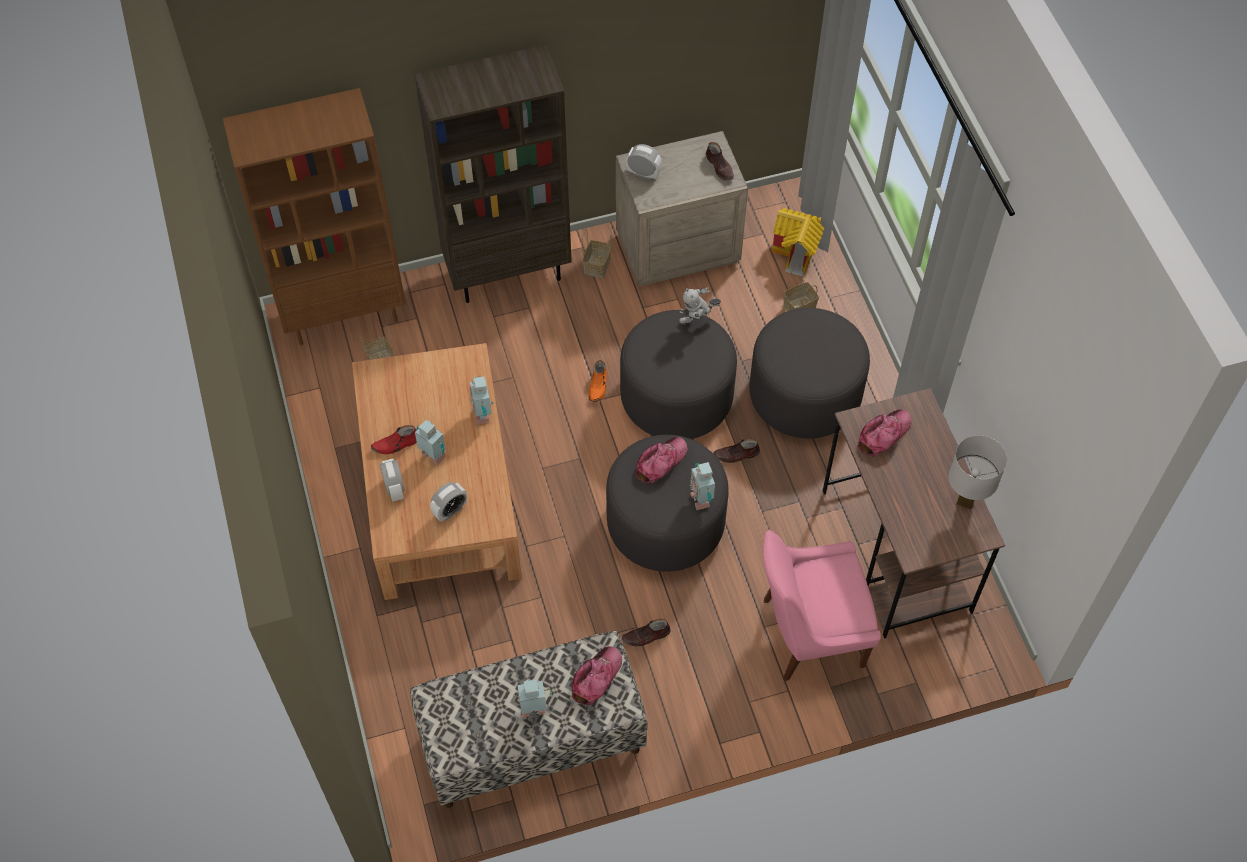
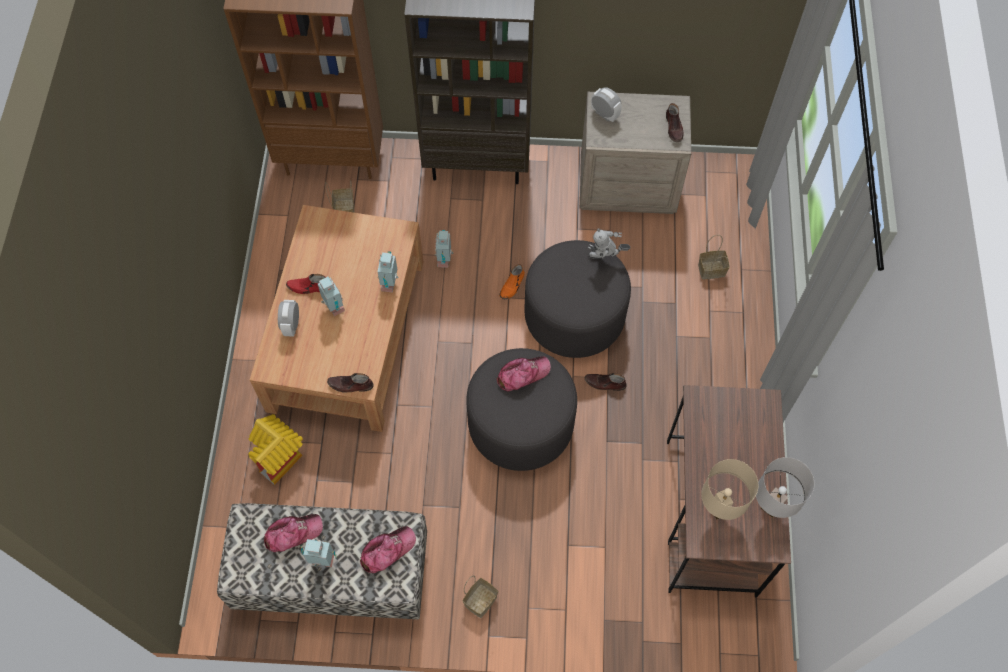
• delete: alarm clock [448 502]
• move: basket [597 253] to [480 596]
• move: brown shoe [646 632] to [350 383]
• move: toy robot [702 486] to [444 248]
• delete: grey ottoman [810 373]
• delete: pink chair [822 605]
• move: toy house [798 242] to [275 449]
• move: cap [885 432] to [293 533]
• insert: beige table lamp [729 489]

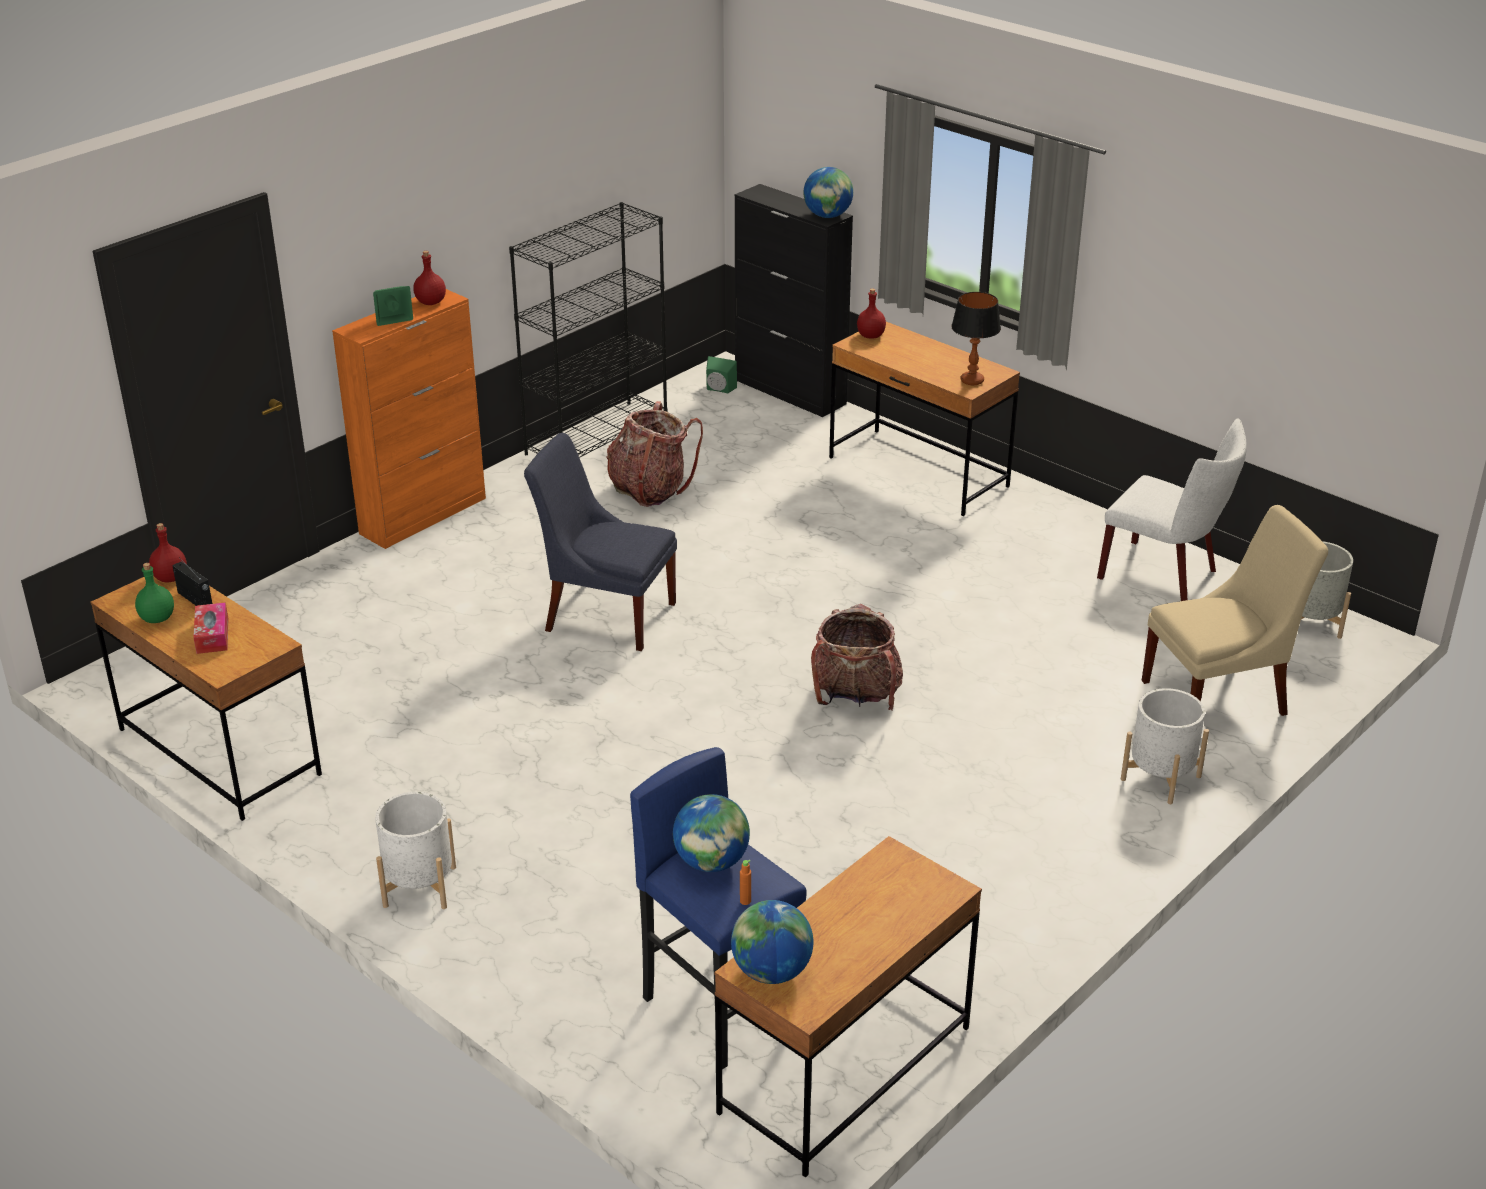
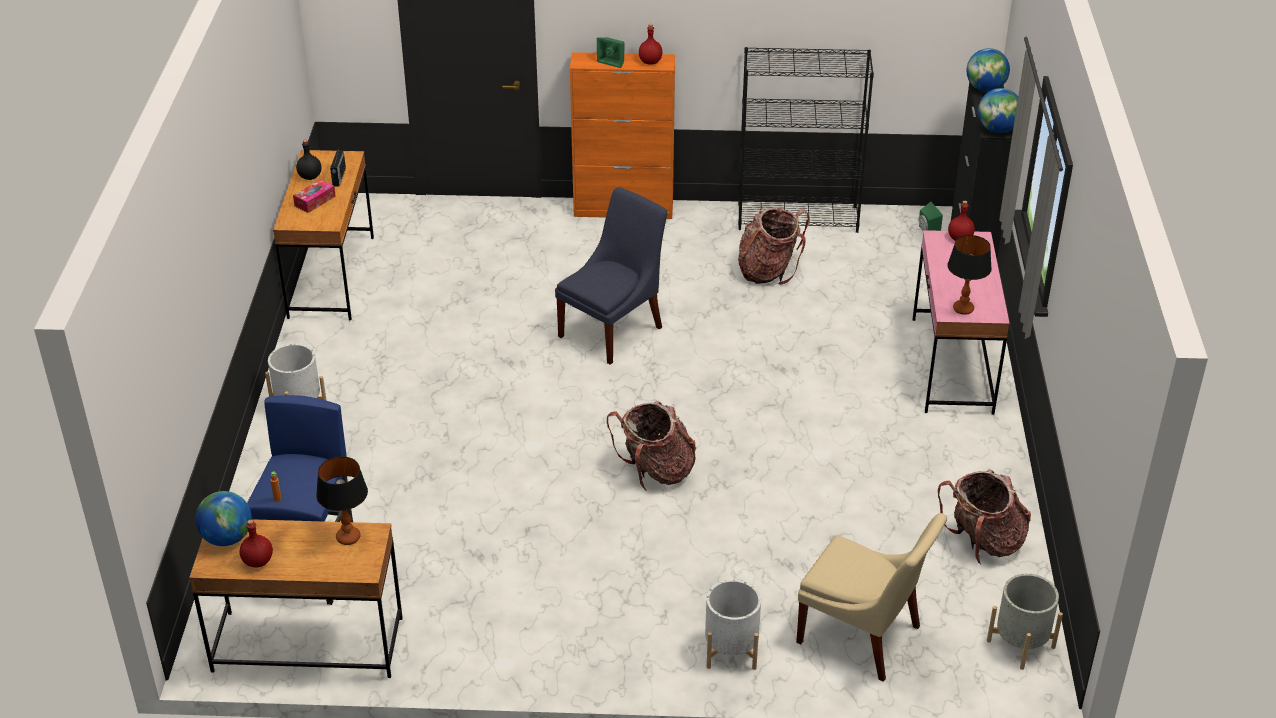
• recolor: green bottle [154 593] to black bottle [309 160]
• move: red bottle [168 553] to [256 544]
• rotate: blue chair [600 542] = [611 276] 60 degrees clockwise
• move: globe [711 833] to [988 70]
• recolor: brown desk [924 419] to pink desk [961 322]
• replace: white chair [1172 509] to backpack [984 516]
• insert: table lamp [342 500]

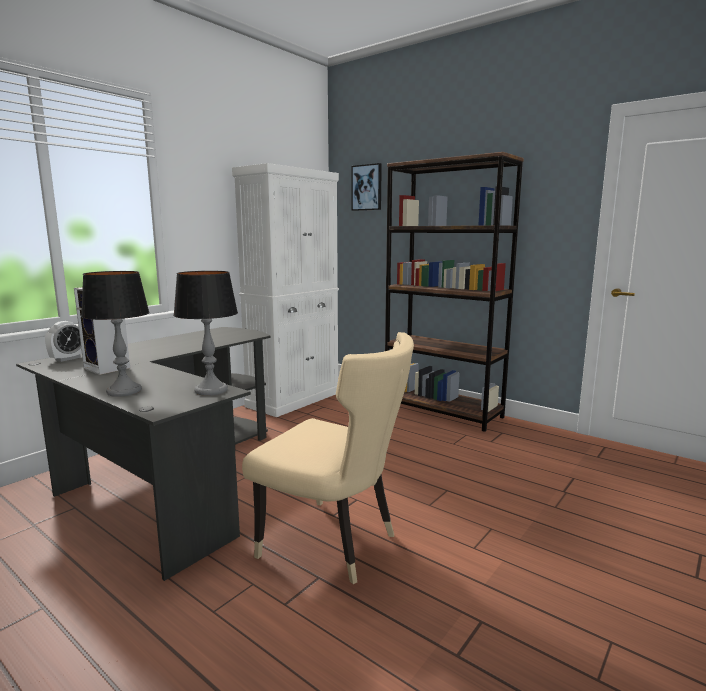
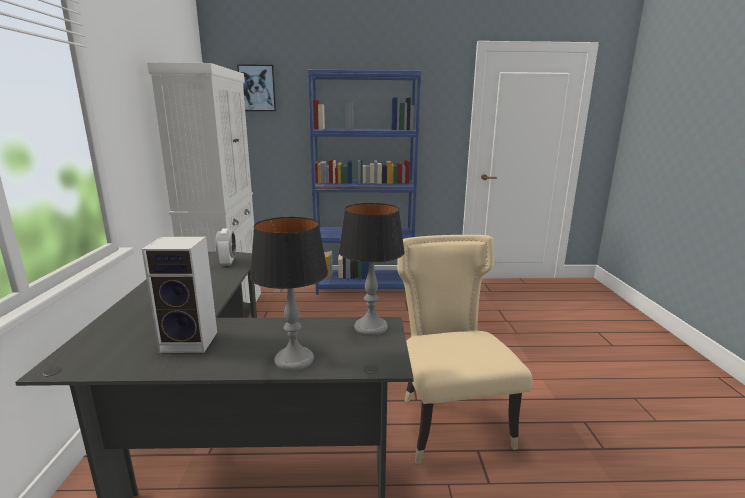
• move: alarm clock [63 341] to [225 247]
• rotate: beige chair [328 458] = [465 349] 90 degrees counterclockwise
• recolor: brown bookcase [454 292] to blue bookcase [364 182]

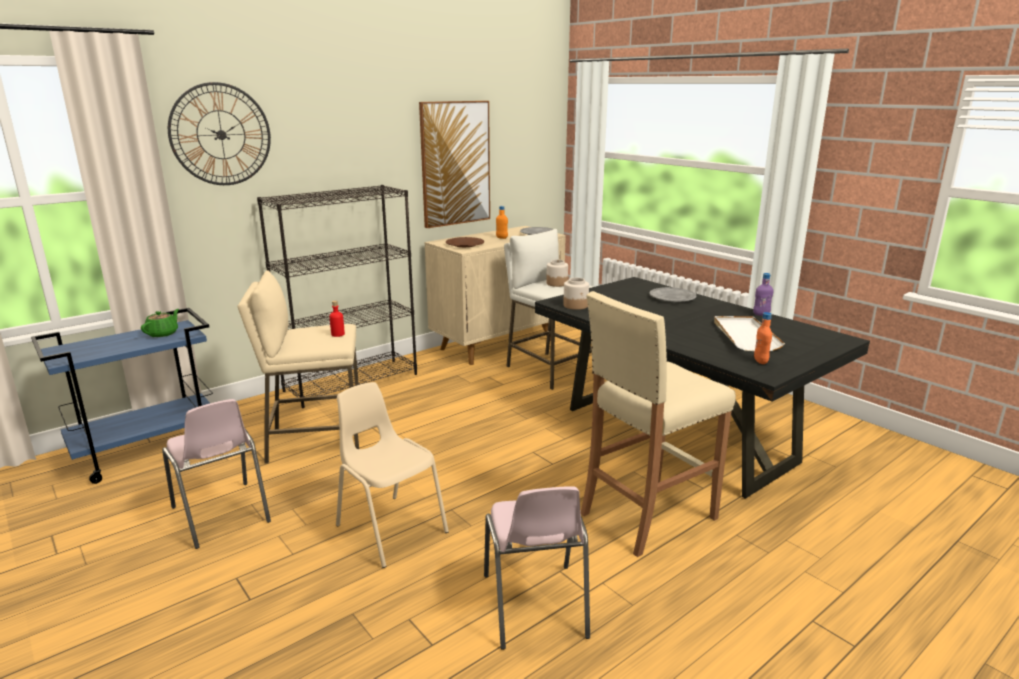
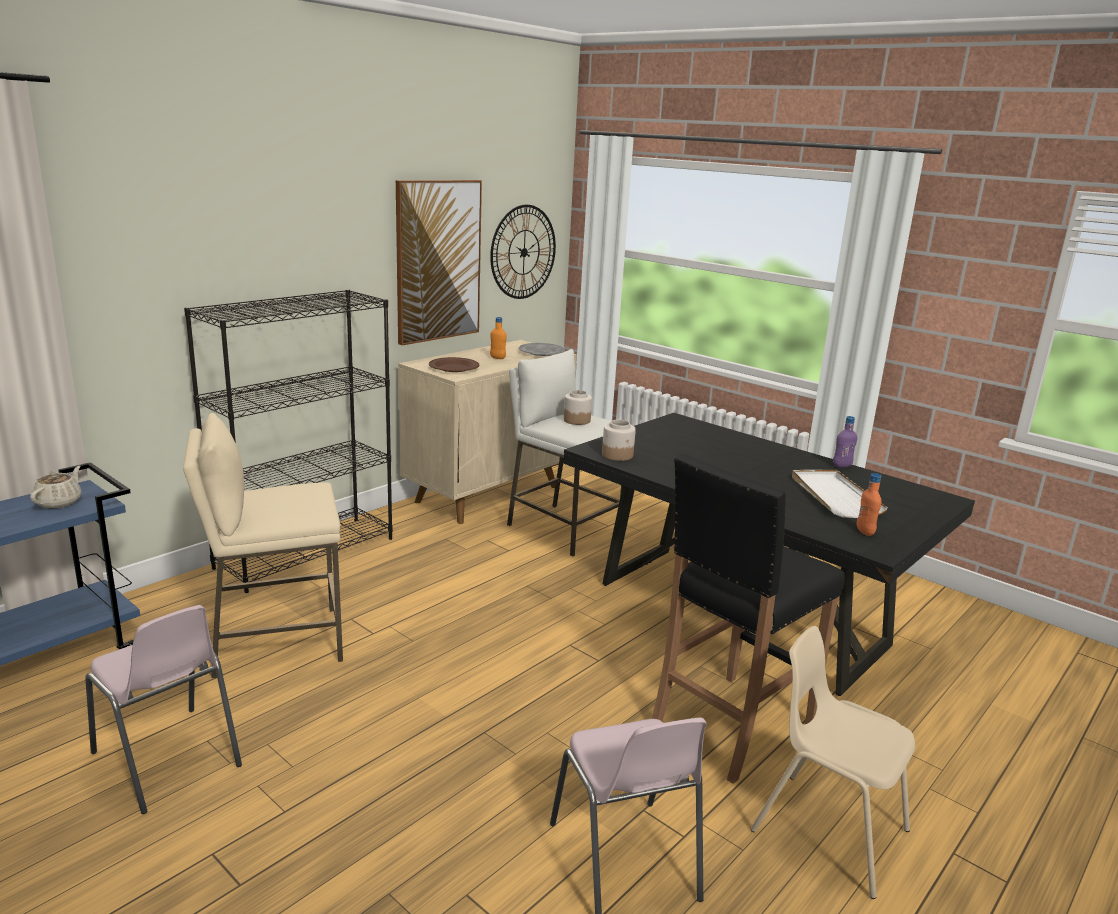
• recolor: green teapot [160 323] to beige teapot [55 487]
• move: wall clock [219 133] to [523 252]
• delete: red bottle [337 319]
• move: beige chair [392 475] to [832 762]
• recolor: beige stool [658 424] to black stool [748 618]
• delete: grey plate [673 294]

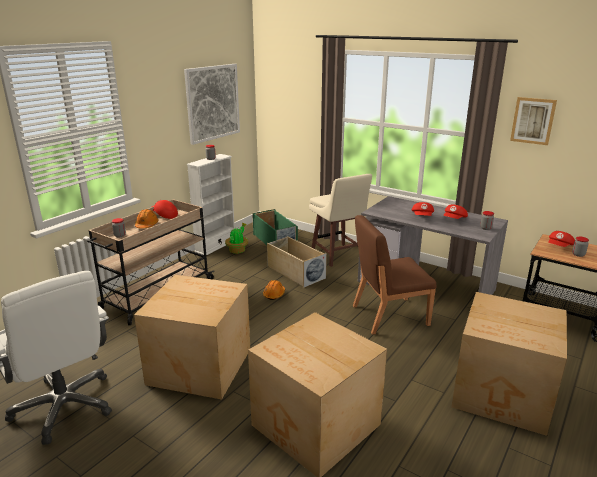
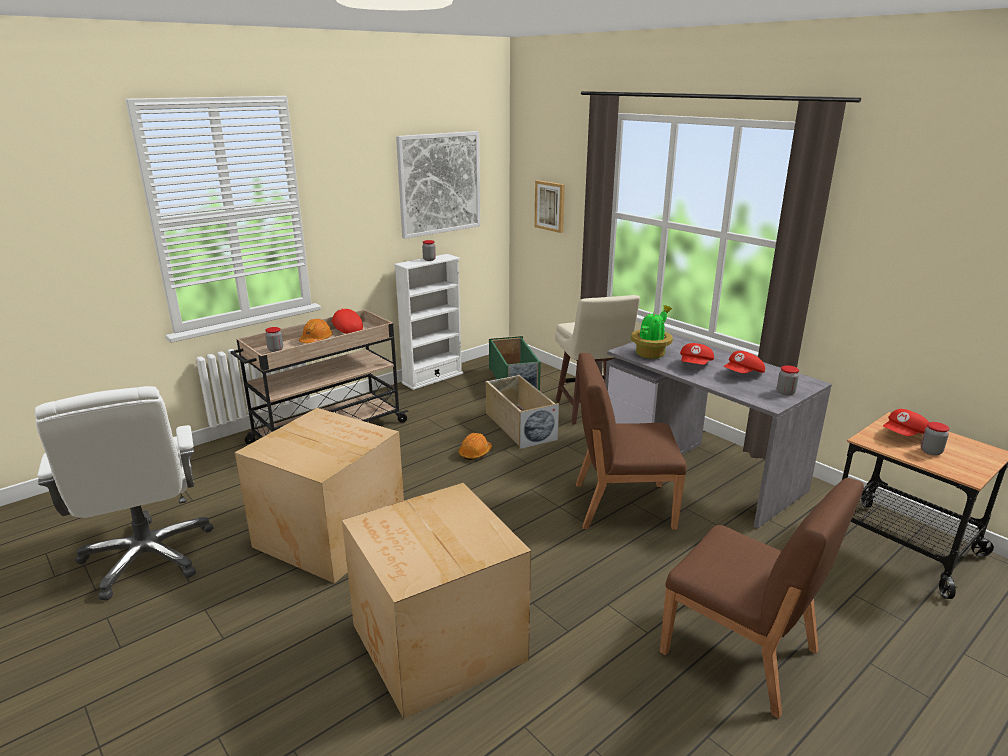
• move: potted plant [236 238] to [652 332]
• replace: cardboard box [509 364] to brown chair [762 598]
• move: picture [533 121] to [549 206]

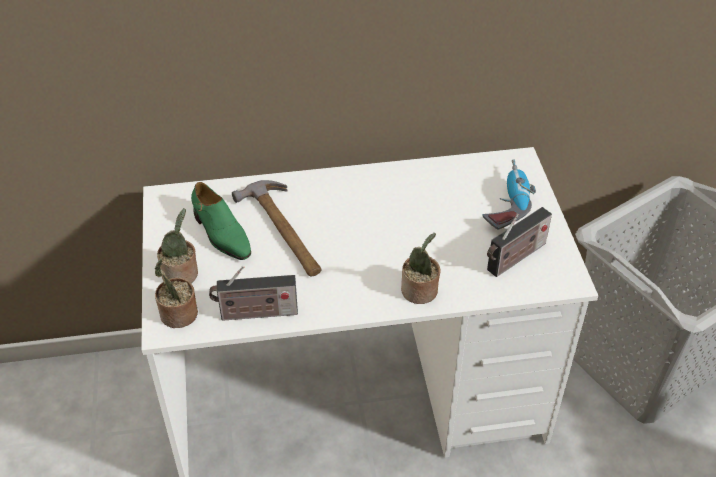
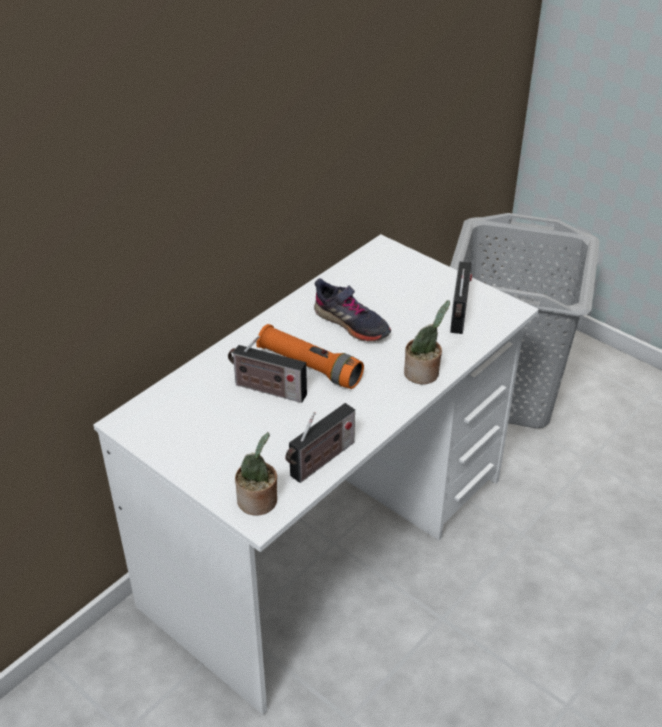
• delete: potted plant [177 245]
• delete: green shoe [221 221]
• replace: hammer [277 228] to radio [267 369]
• delete: power drill [509 194]
• insert: orange flashlight [310 356]
• insert: grey shoe [352 310]

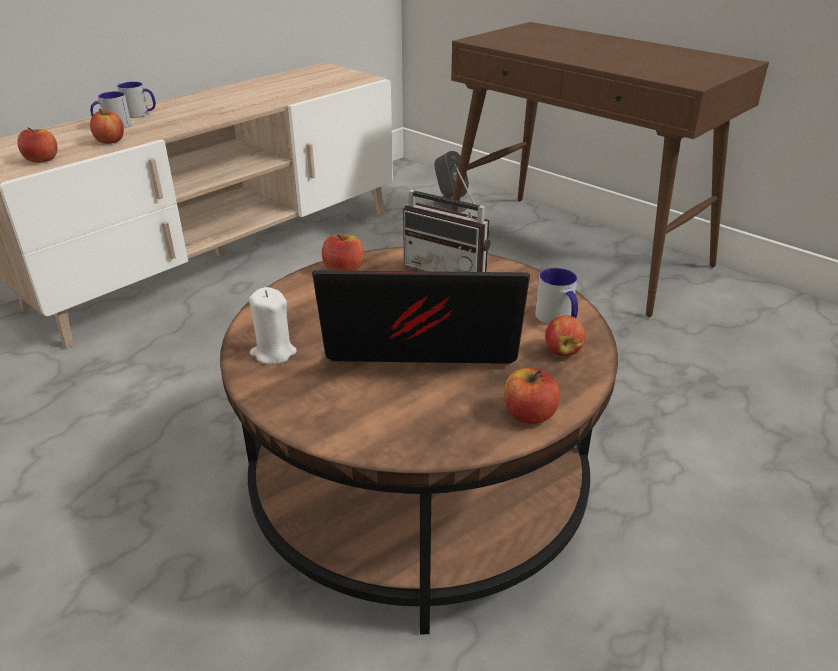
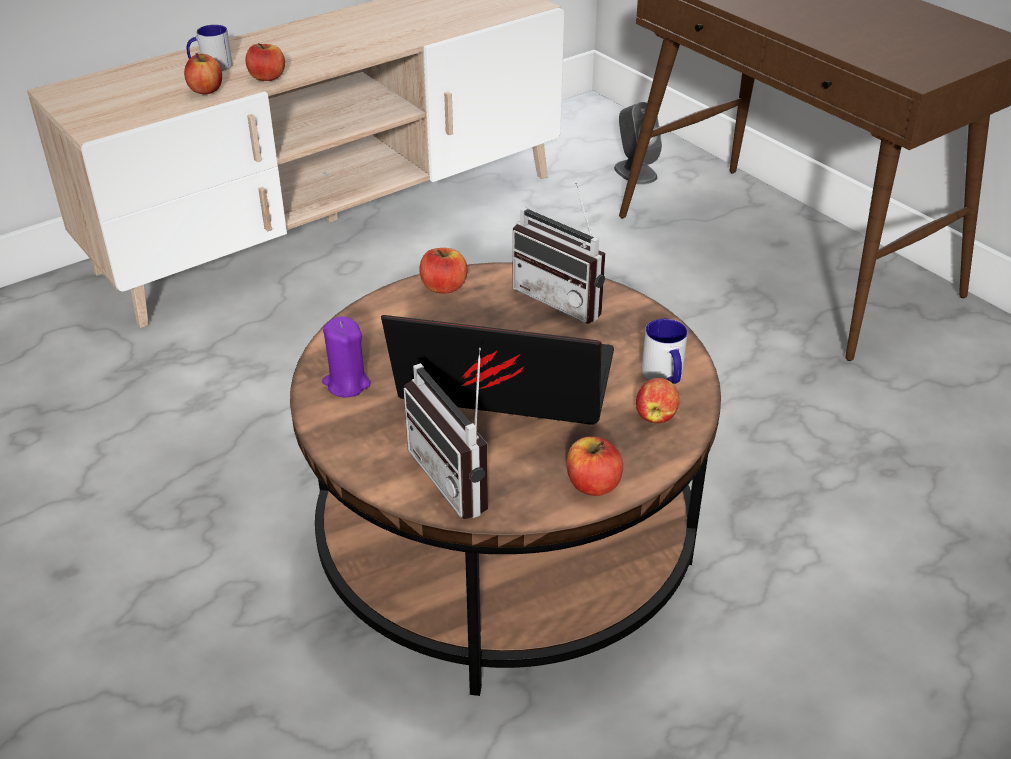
• move: apple [37 145] to [265 62]
• delete: mug [136 100]
• recolor: white candle [273 326] to purple candle [346 356]
• insert: radio [445 433]

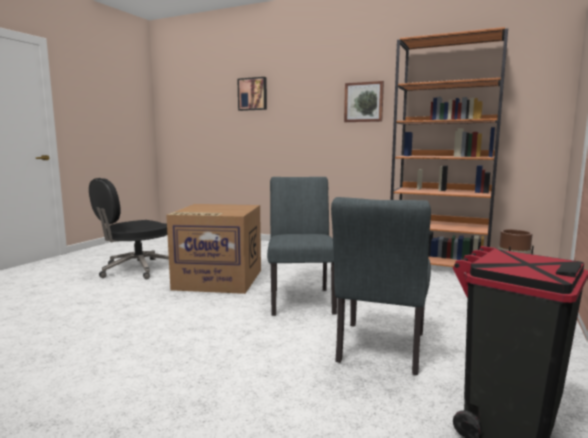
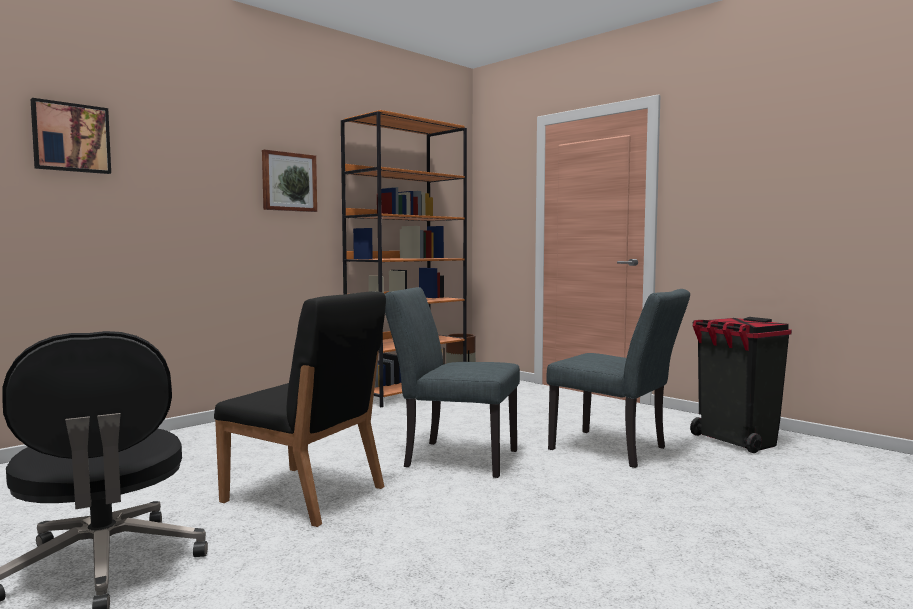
• replace: cardboard box [213 249] to black chair [300 409]

